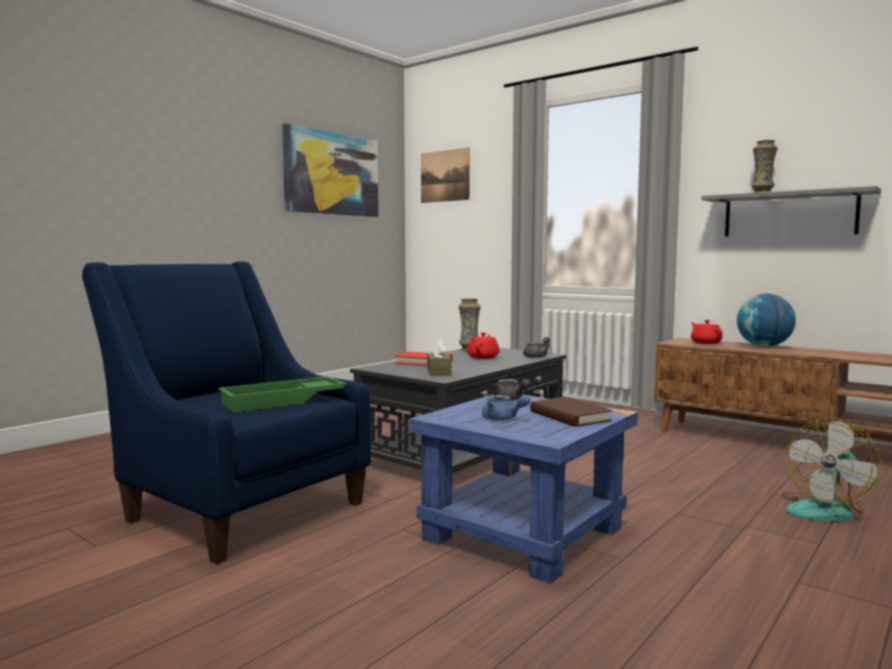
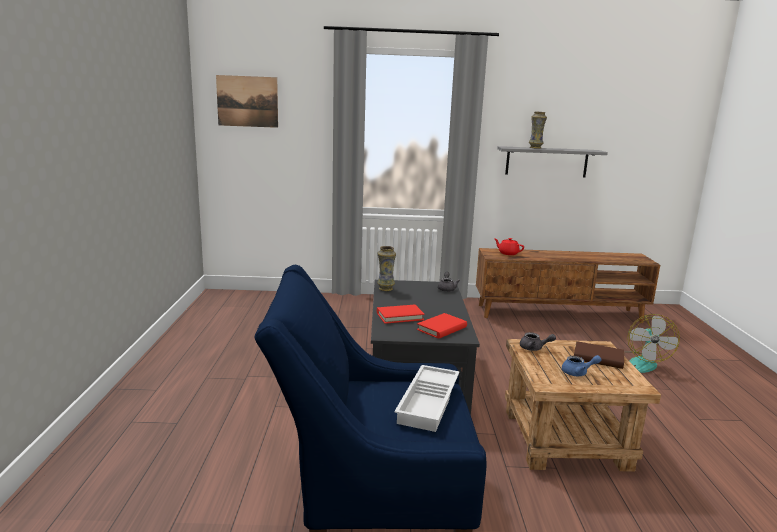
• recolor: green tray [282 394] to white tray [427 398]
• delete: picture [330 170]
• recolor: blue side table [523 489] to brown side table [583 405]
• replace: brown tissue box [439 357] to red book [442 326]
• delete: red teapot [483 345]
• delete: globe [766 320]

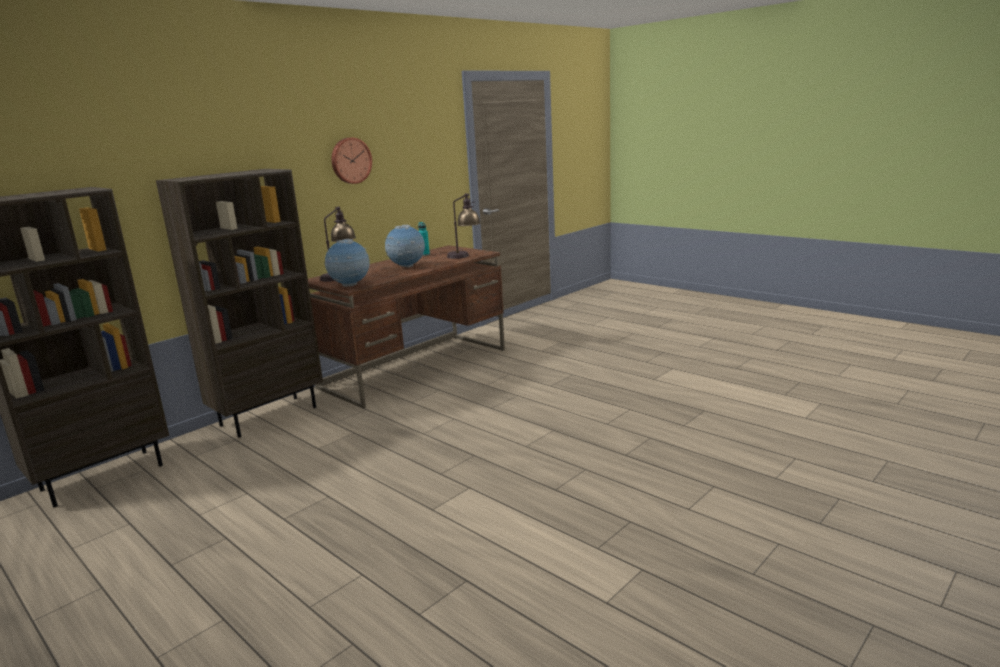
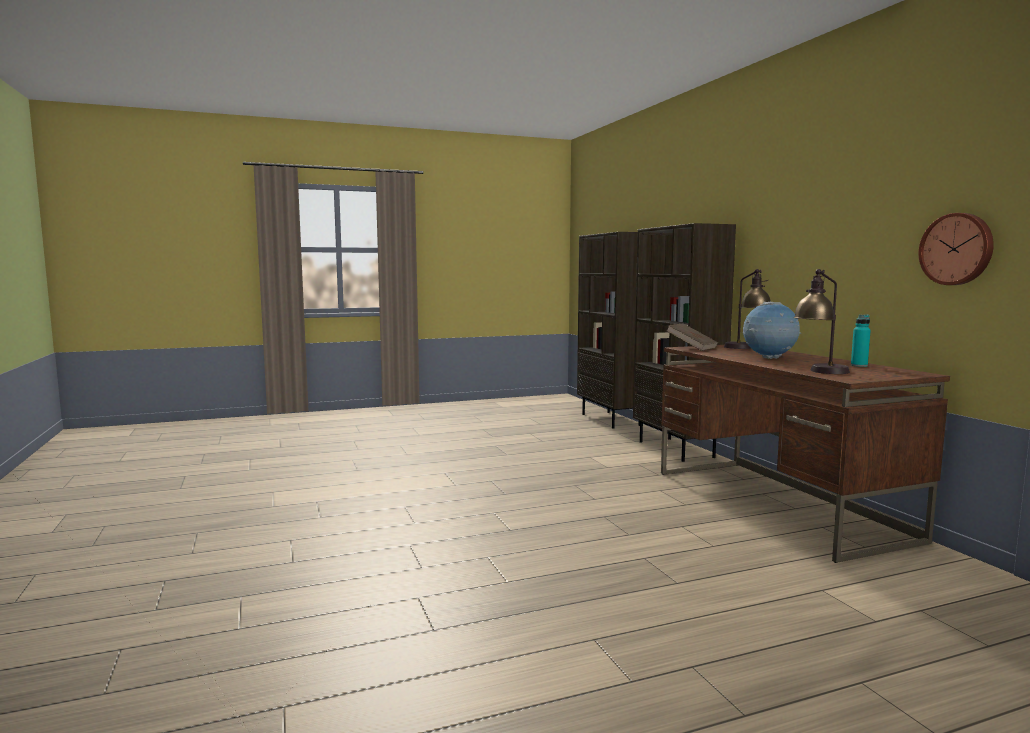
• replace: globe [347 263] to brown book [692 337]
• move: wall clock [351 161] to [956 249]

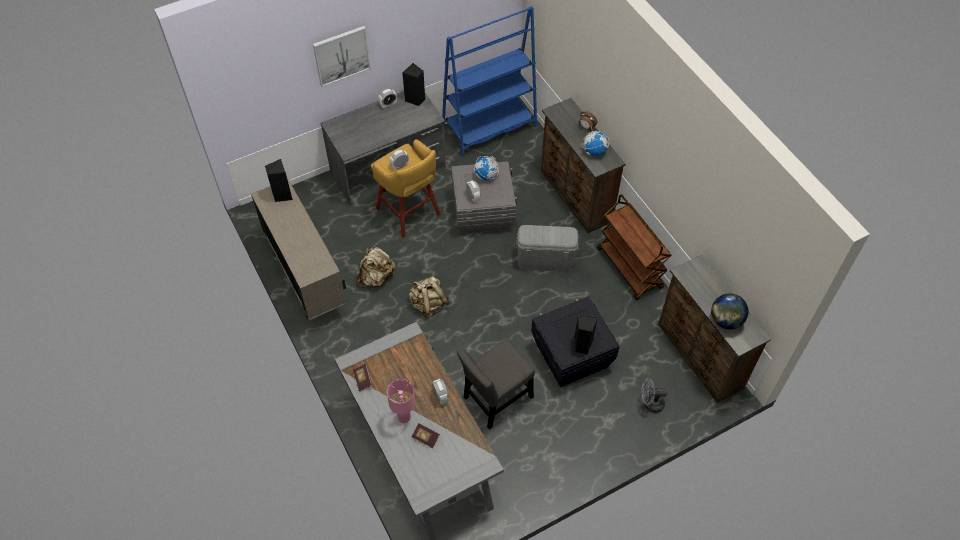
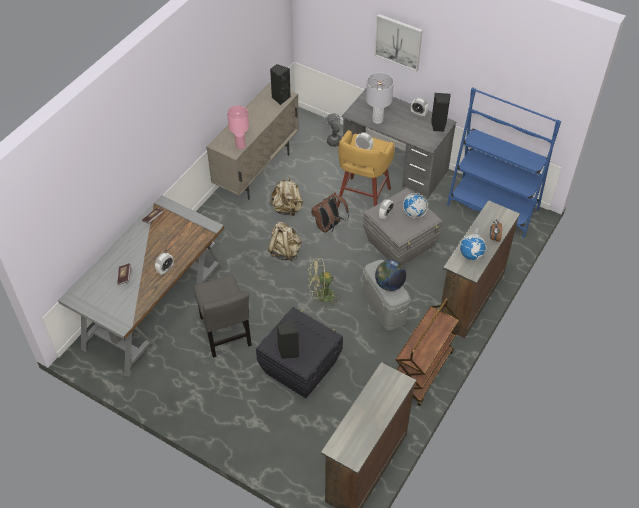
• move: pink table lamp [401 401] to [238 127]
• rotate: grey chair [496 384] = [223 316] 135 degrees counterclockwise
• move: grey fan [654 395] to [332 130]
• move: globe [730 311] to [390 275]
• insert: green fan [324 283]
• insert: brown backpack [330 212]
• insert: grey table lamp [380 98]

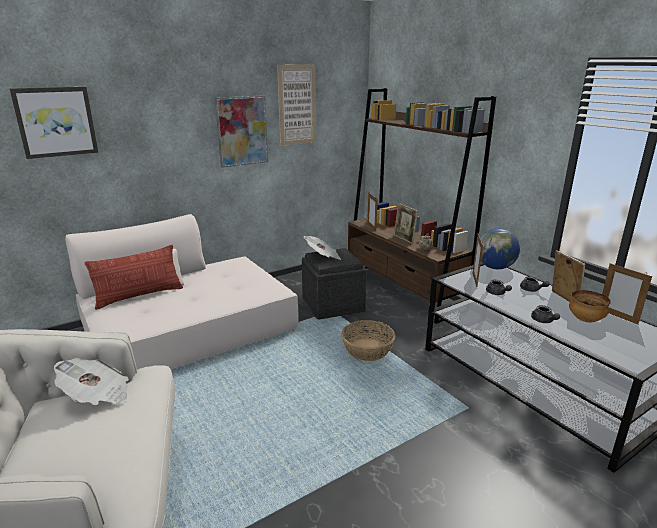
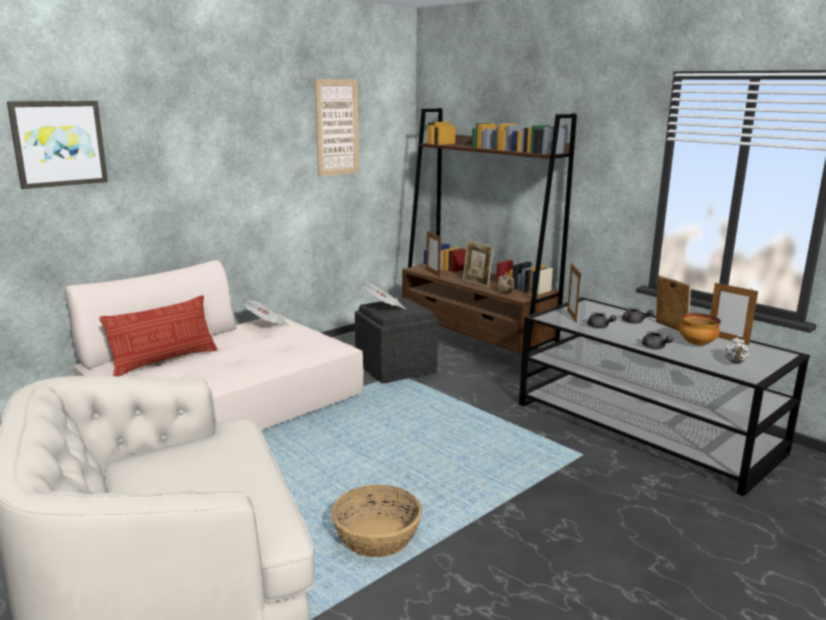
• move: newspaper [91 381] to [265 313]
• delete: picture [241 131]
• move: basket [368 340] to [376 520]
• delete: globe [500 248]
• insert: white teapot [736 349]

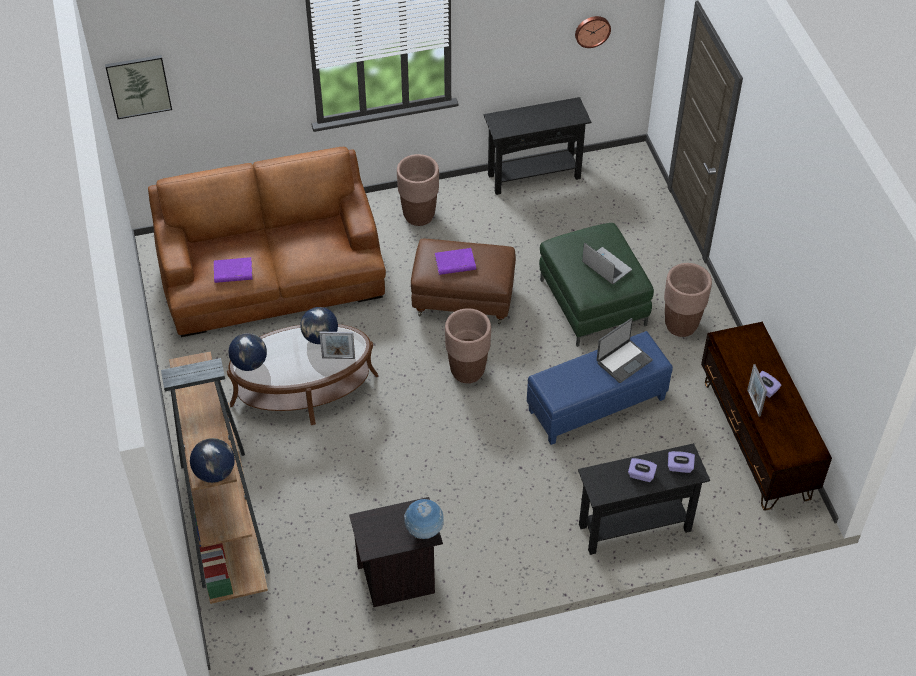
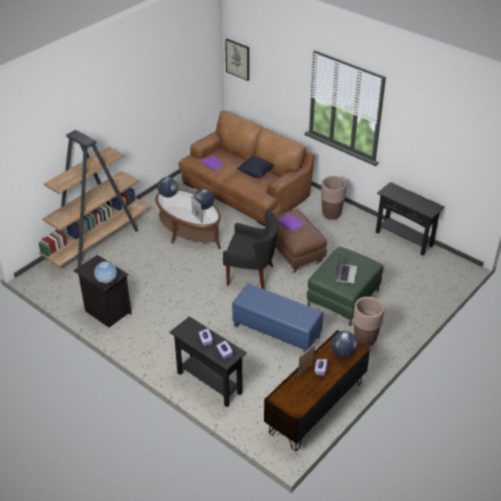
• move: globe [212 460] to [345 344]
• replace: brown planter [468 345] to black armchair [251 249]
• delete: wall clock [593 32]
• delete: laptop [625 350]
• insert: black pillow [255 167]

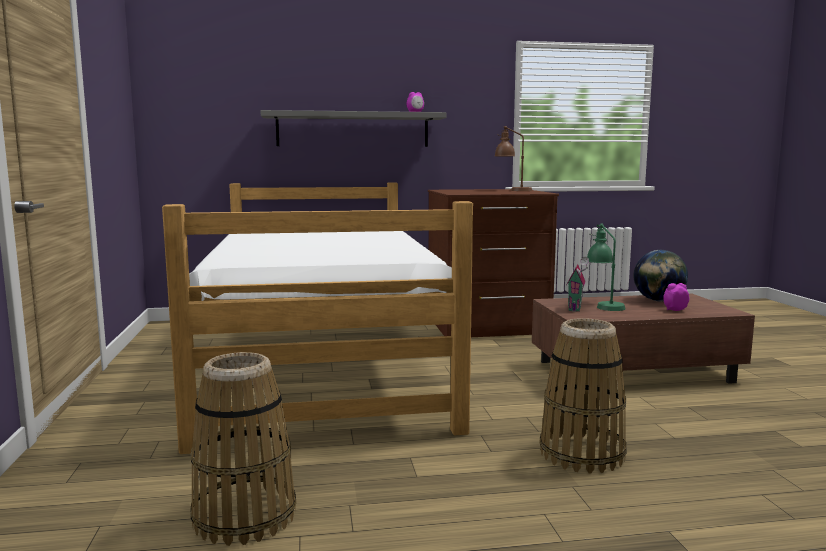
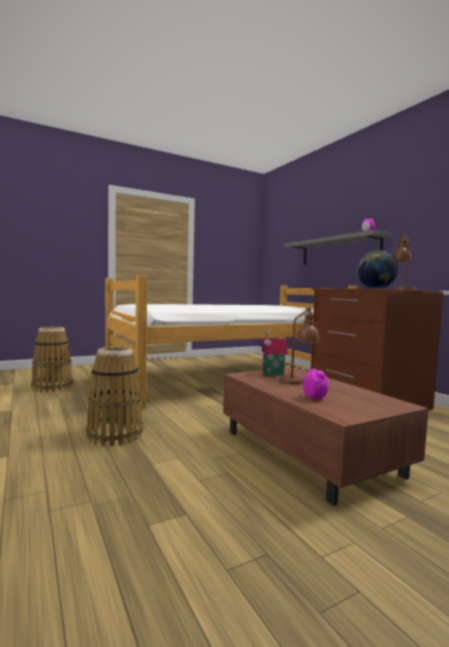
• recolor: green table lamp [606 267] to brown table lamp [300 346]
• move: globe [661 276] to [377 269]

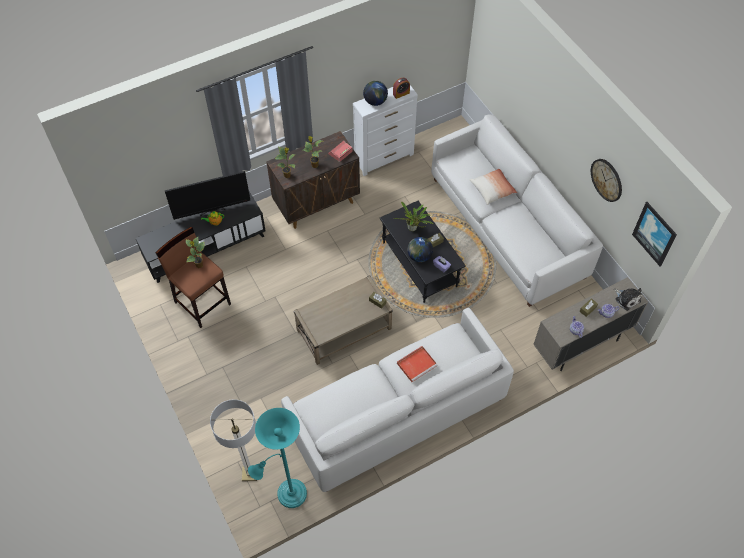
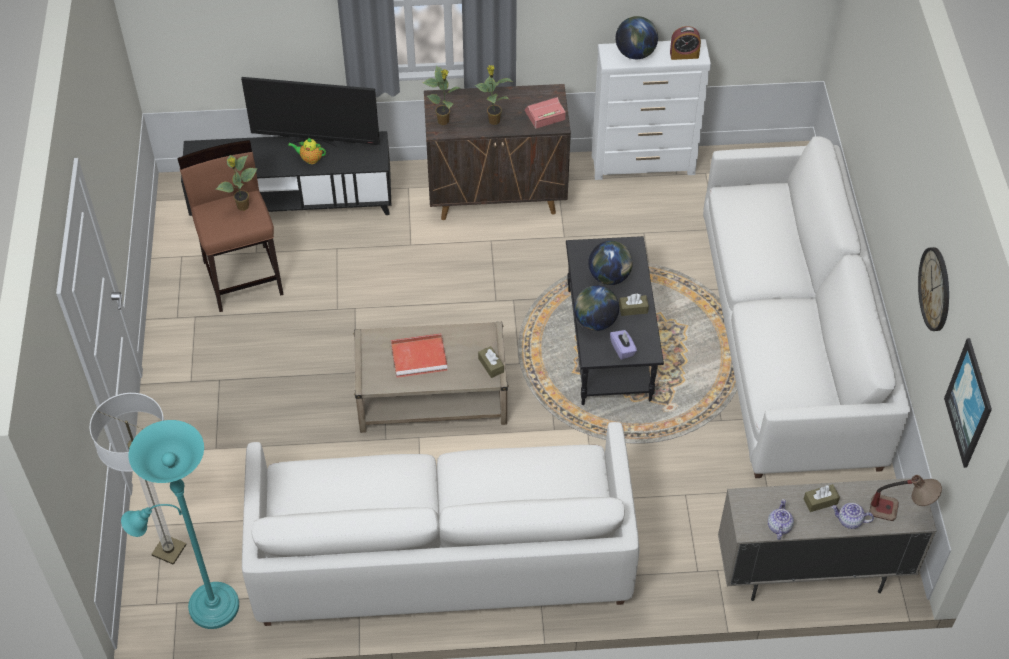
• replace: potted plant [413 216] to globe [610 263]
• move: red tray [417 364] to [419 355]
• delete: pillow [493 187]
• replace: plush toy [628 299] to table lamp [906 498]

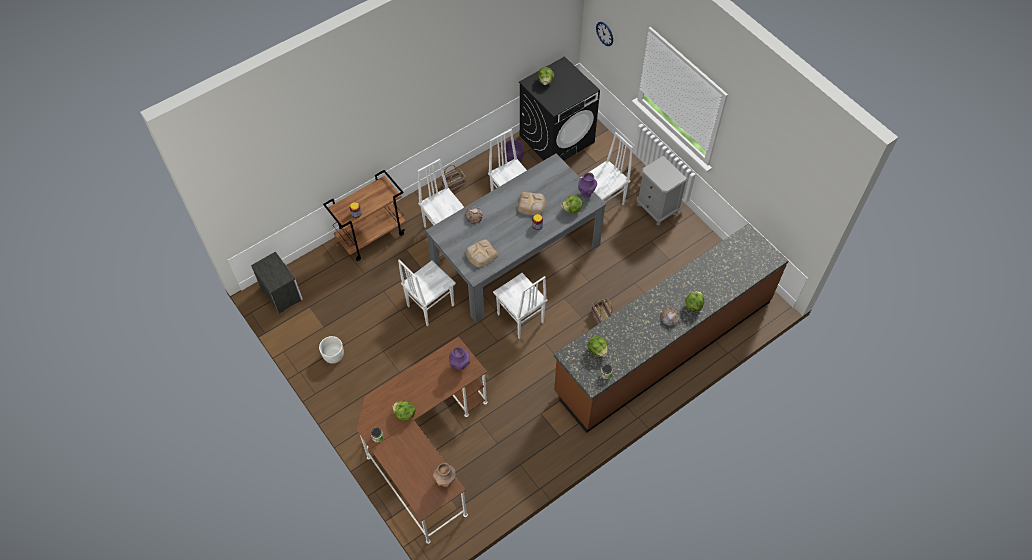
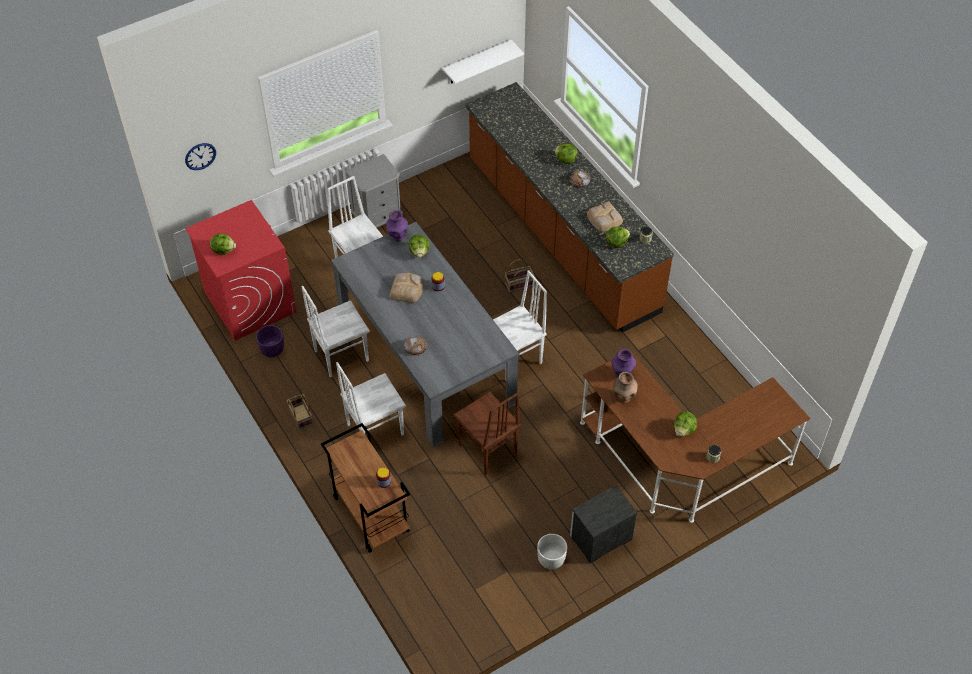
• move: nightstand [277 282] to [604 524]
• recolor: white chair [427 293] to brown chair [487 433]
• move: brown vase [444 475] to [625 387]
• move: bread [481 253] to [605 217]
• recolor: black washing machine [559 108] to red washing machine [241 270]
• insert: white shelf [483 62]

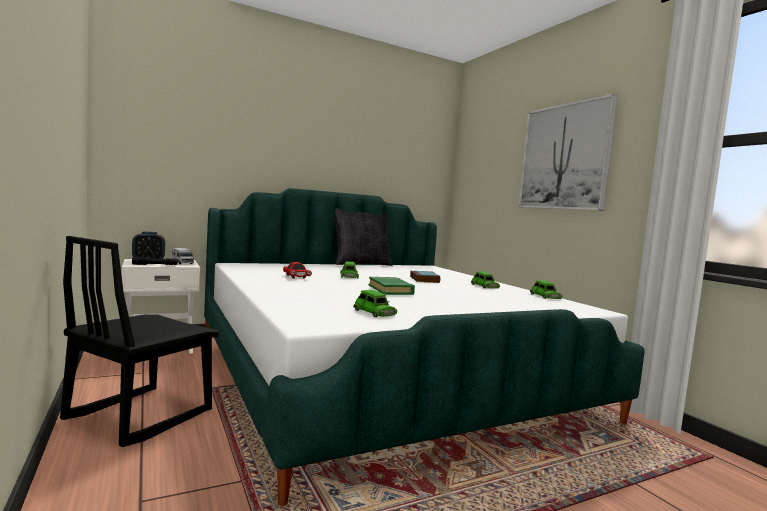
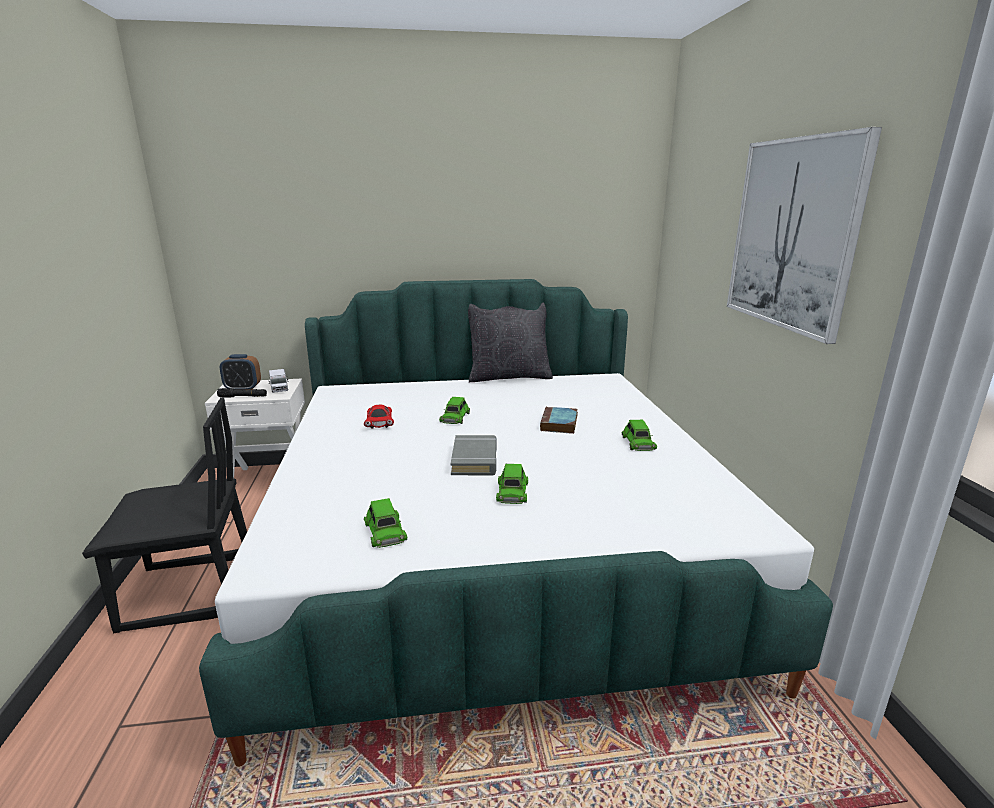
• rotate: black chair [139 341] = [164 515] 150 degrees counterclockwise
• recolor: green book [392 286] to grey book [474 455]
• move: green toy car [546 289] to [512 484]

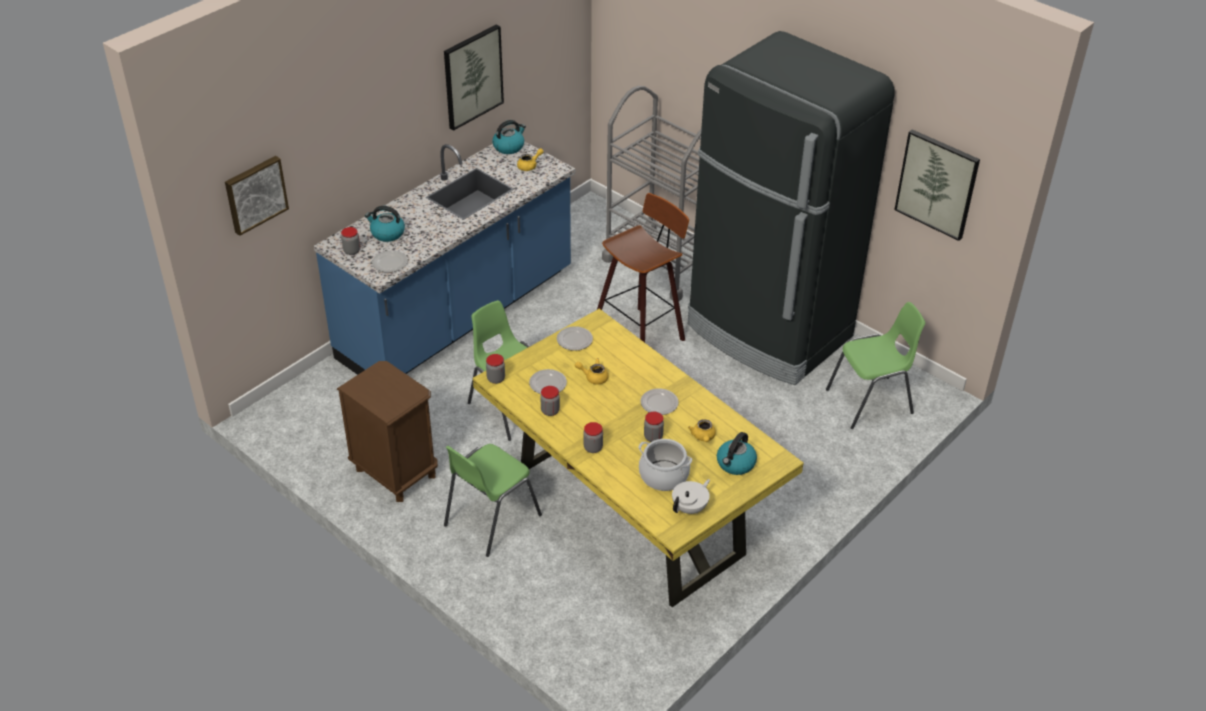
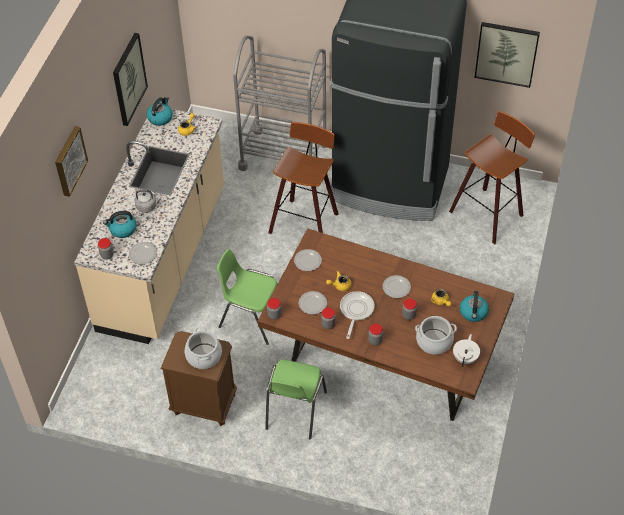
• move: picture [257 196] to [71 161]
• recolor: blue counter [444 258] to beige counter [149 226]
• recolor: yellow dining table [638 457] to brown dining table [386 324]
• replace: green chair [875 365] to stool [492 177]
• insert: grey kettle [148 201]
• insert: cooking pot [203 347]
• insert: frying pan [357 315]

